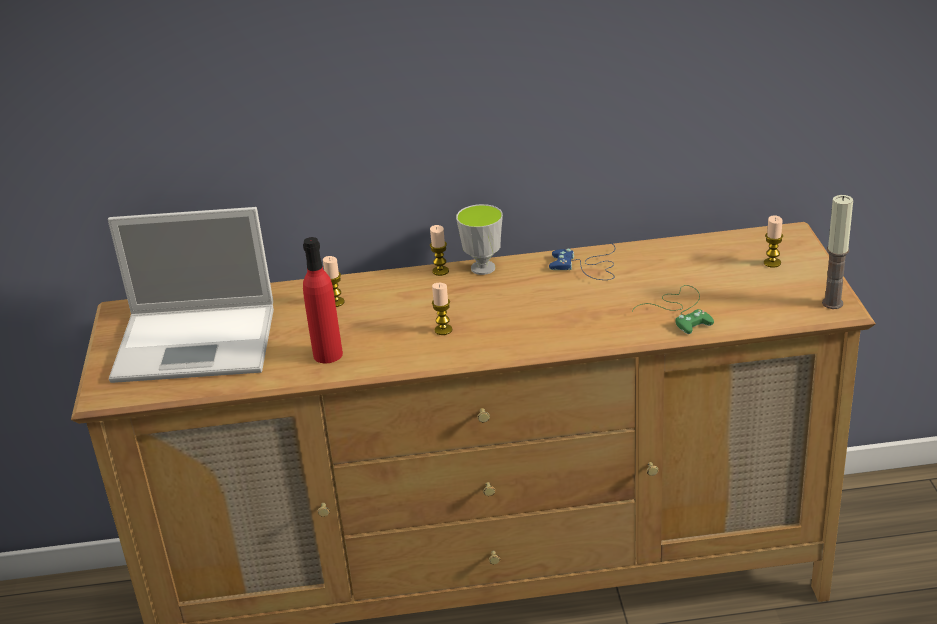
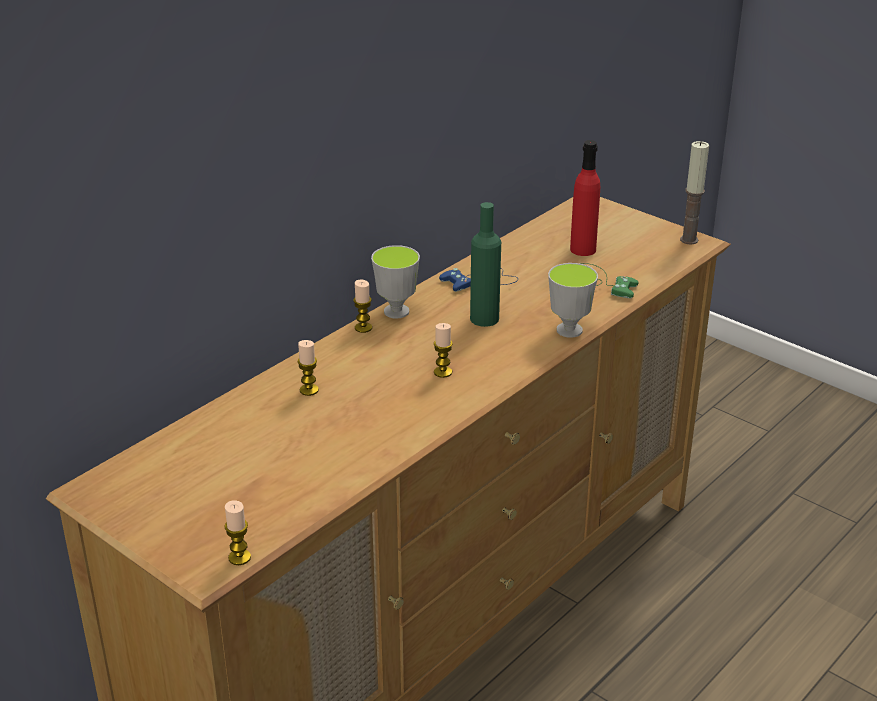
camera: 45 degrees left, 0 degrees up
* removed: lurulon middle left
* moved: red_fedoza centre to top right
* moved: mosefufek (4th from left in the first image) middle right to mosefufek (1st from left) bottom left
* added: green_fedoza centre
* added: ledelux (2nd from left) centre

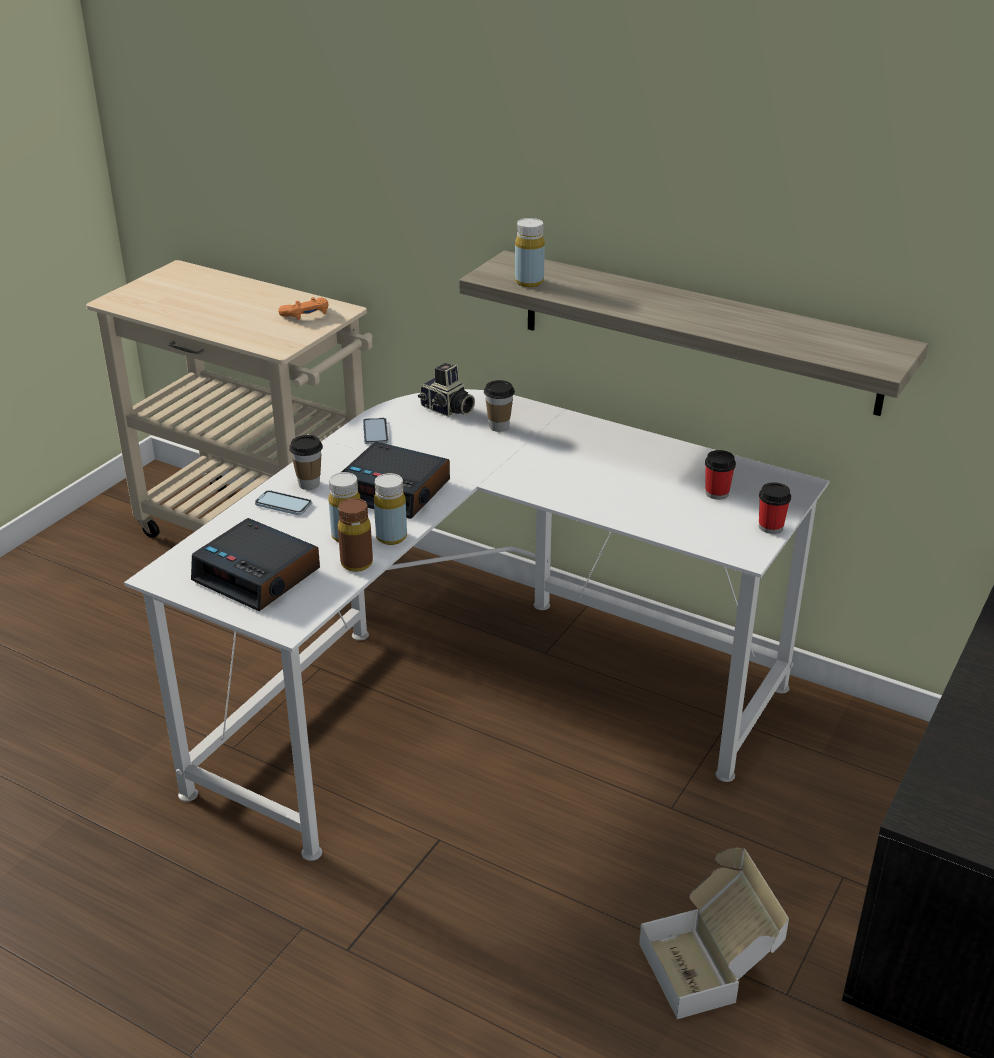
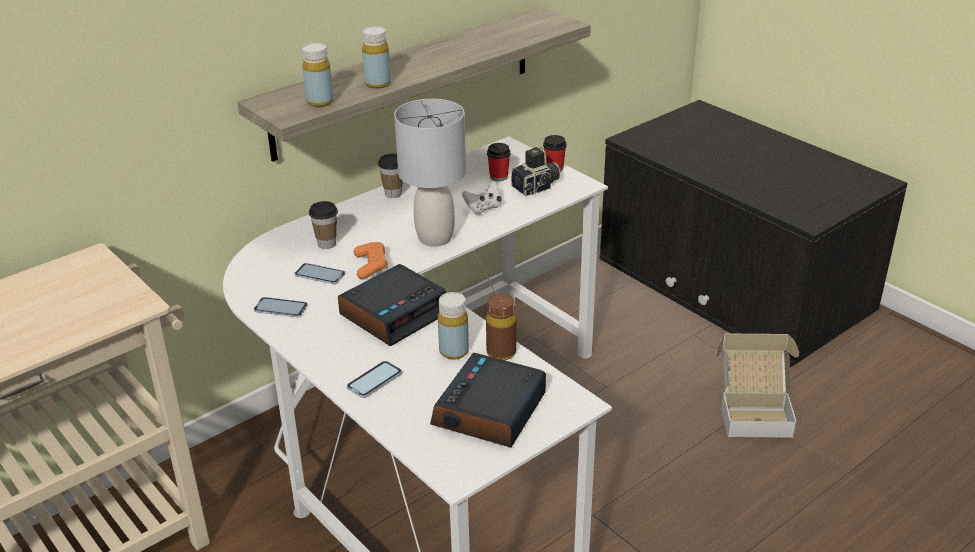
camera: 70 degrees left, 0 degrees up
* turned: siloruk (1st from left in the first image) middle left = bottom centre 150 degrees clockwise
* moved: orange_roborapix top left to centre
* moved: ledelux (1st from left in the first image) middle left to ledelux (2nd from left) top centre
* moved: yellow_fedoza (2nd from left) centre to top centre
* moved: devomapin centre to top centre
* added: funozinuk (2nd from left) middle left
* added: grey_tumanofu top centre
* added: white_roborapix centre

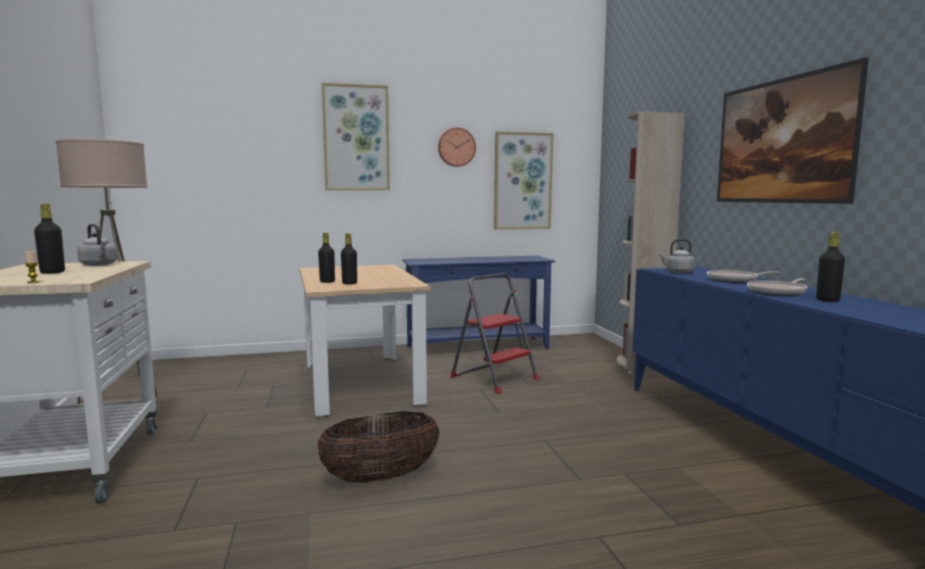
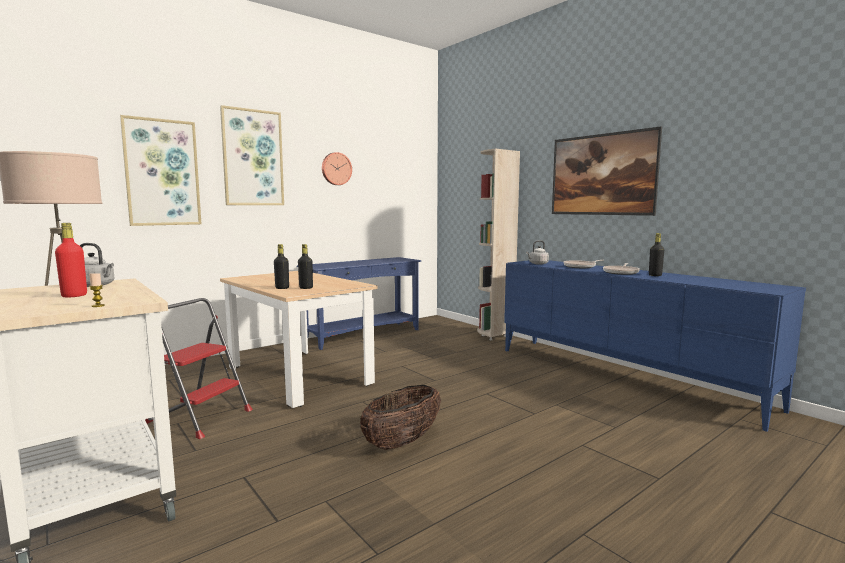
camera: 25 degrees left, 0 degrees up
* recoloured: black_fedoza (1st from left) middle left to red_fedoza middle left
* moved: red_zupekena centre to middle left
* moved: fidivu (2nd from left in the first image) top centre to fidivu (1st from left) top left

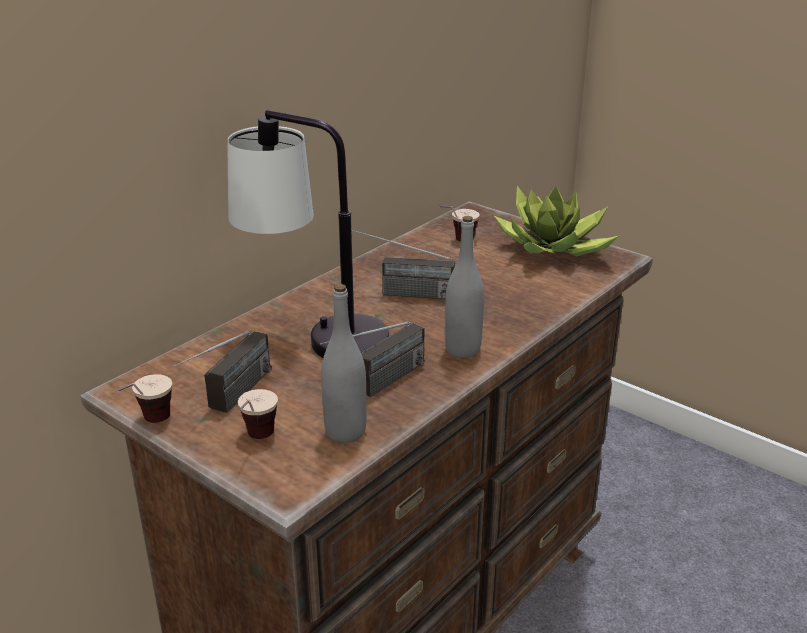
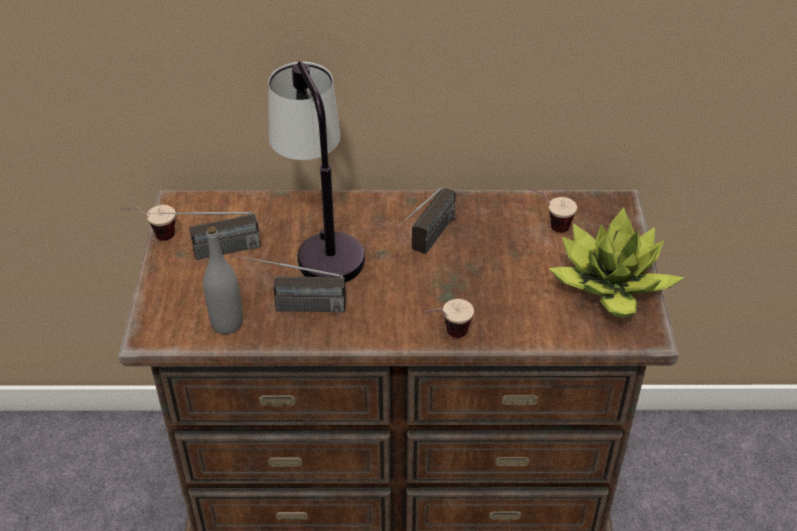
camera: 50 degrees right, 15 degrees up
* moved: ledelux (2nd from left) middle left to centre
* turned: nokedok (3rd from left) centre = centre 120 degrees counterclockwise
* removed: grey_fedoza (2nd from left) centre

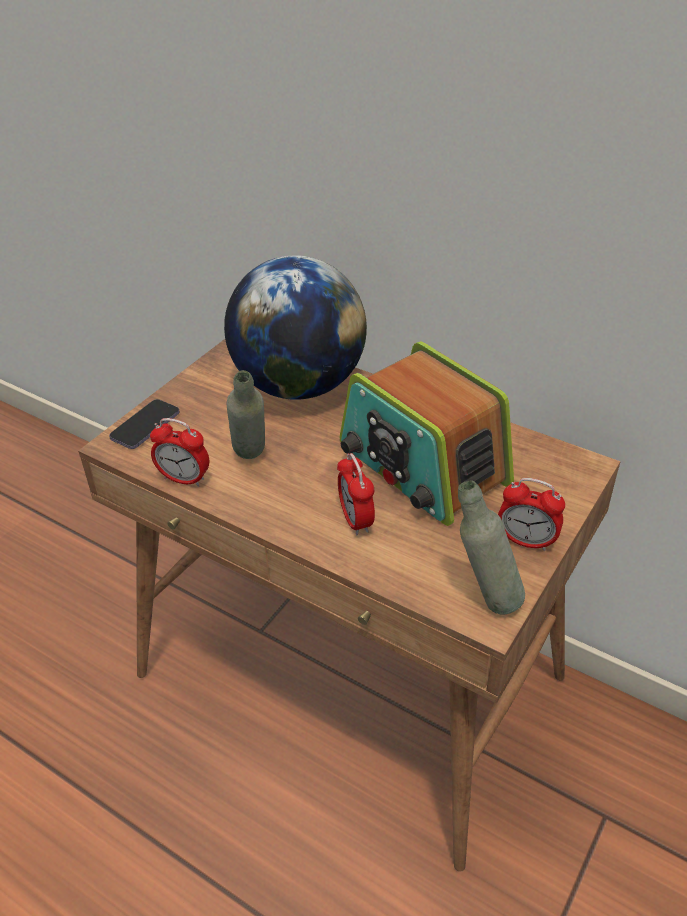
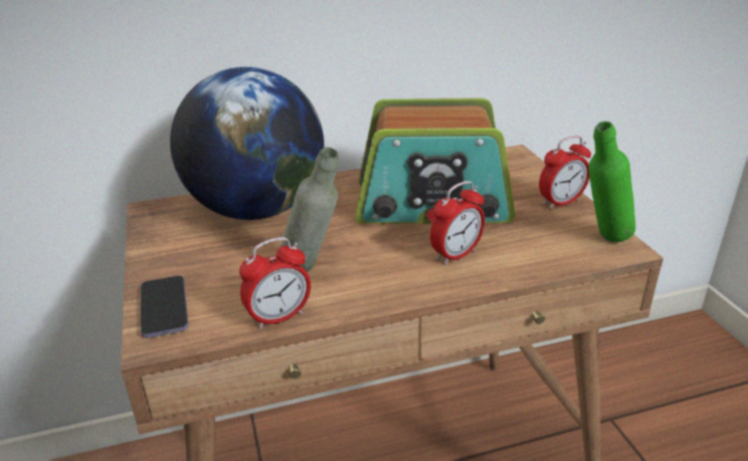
camera: 50 degrees left, 10 degrees down
* turned: siloruk (2nd from left) centre = centre 60 degrees counterclockwise
* recoloured: grey_fedoza (2nd from left) middle right to green_fedoza middle right

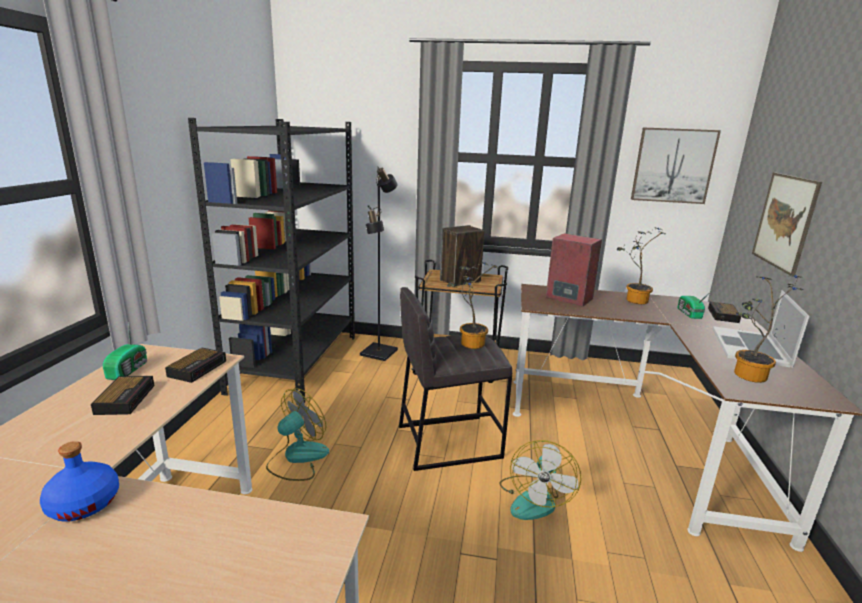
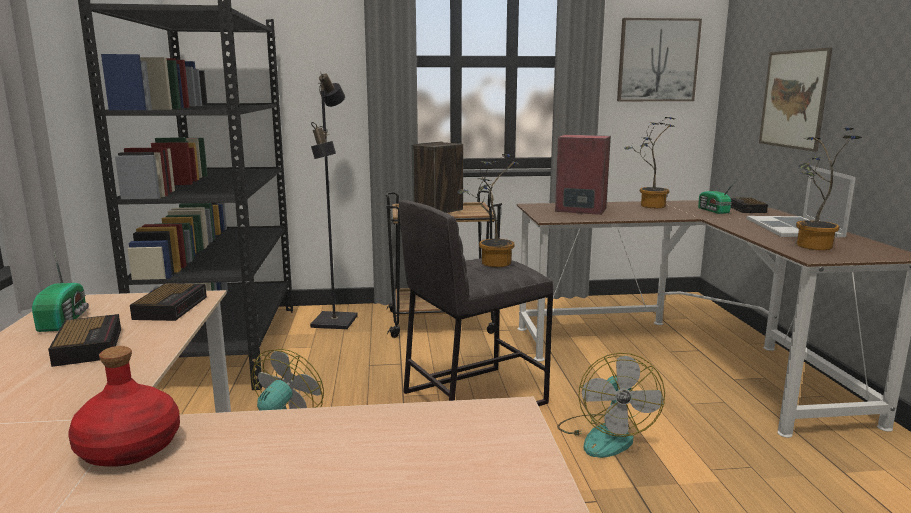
camera: 15 degrees left, 5 degrees down
* recoloured: blue_fedoza bottom left to red_fedoza bottom left

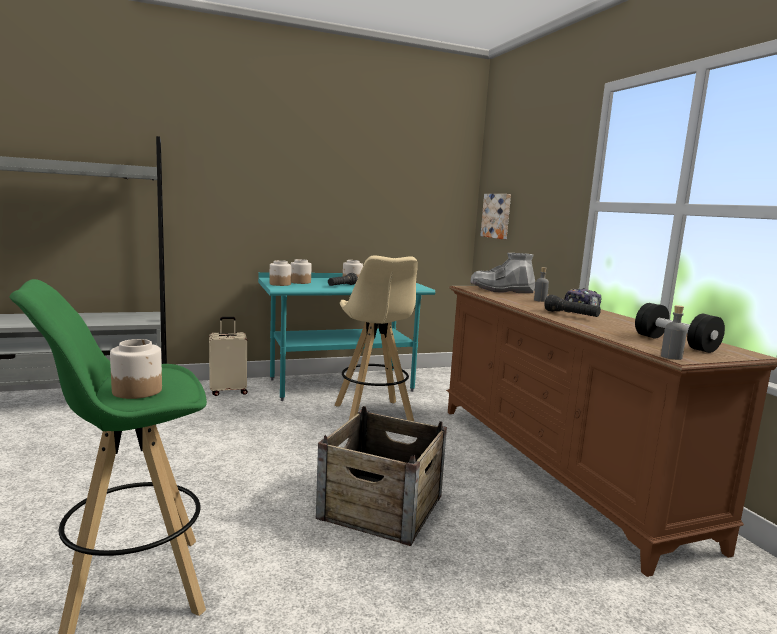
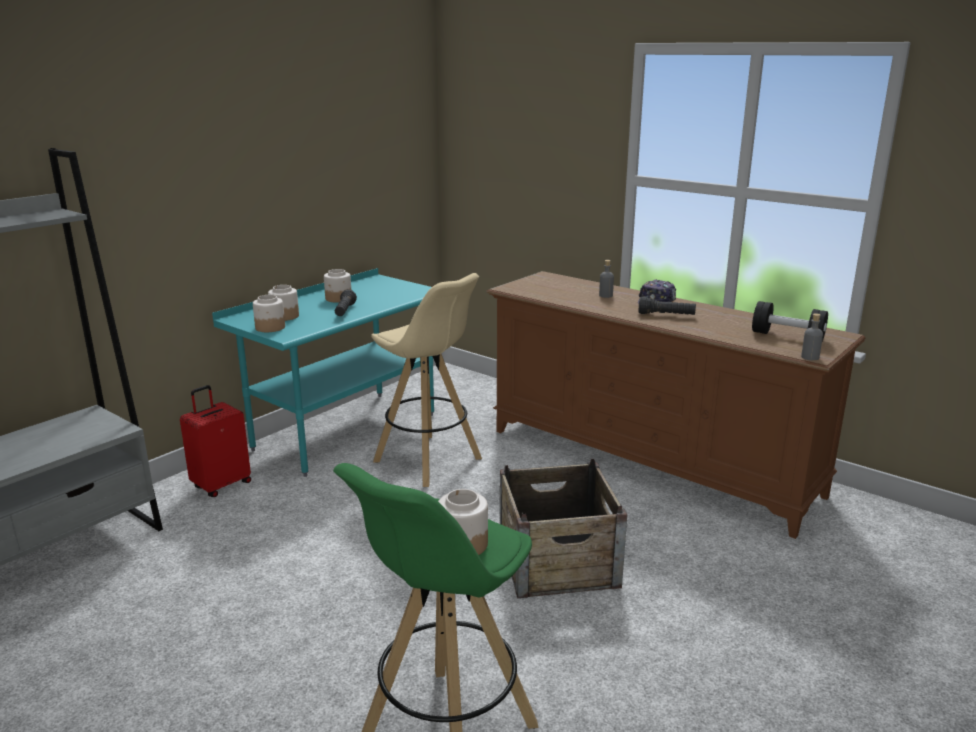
camera: 30 degrees left, 10 degrees up
* recoloured: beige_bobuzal middle left to red_bobuzal middle left
* removed: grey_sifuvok centre
* removed: fidivu centre

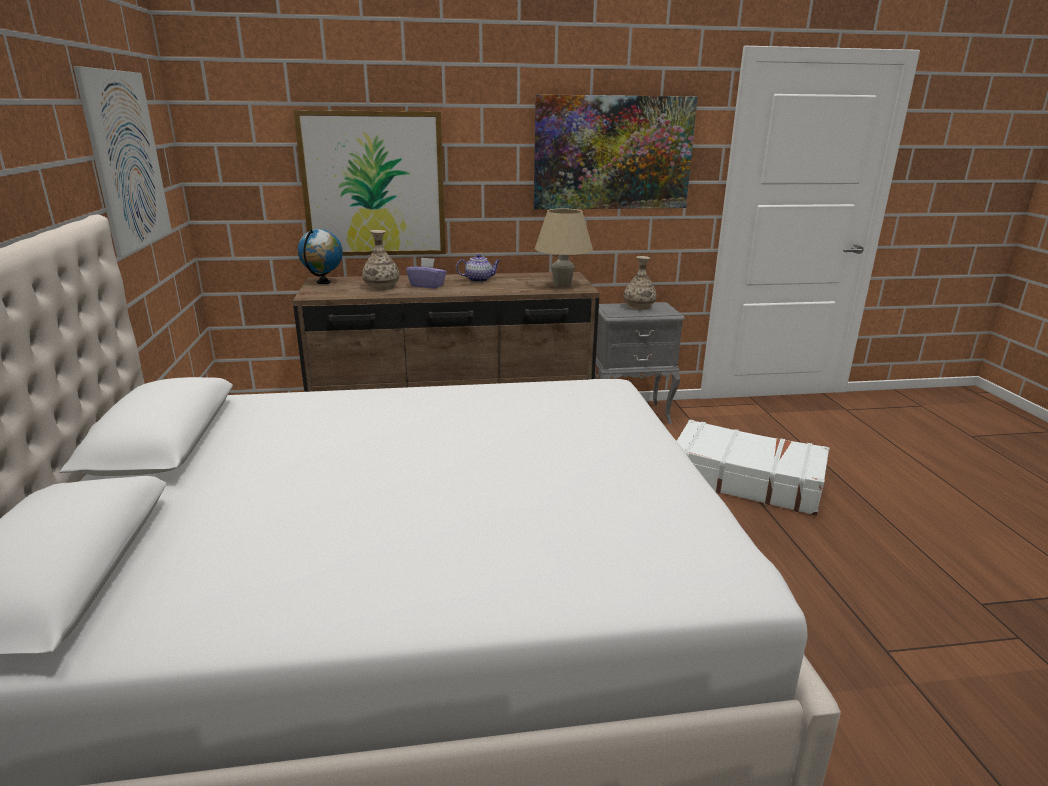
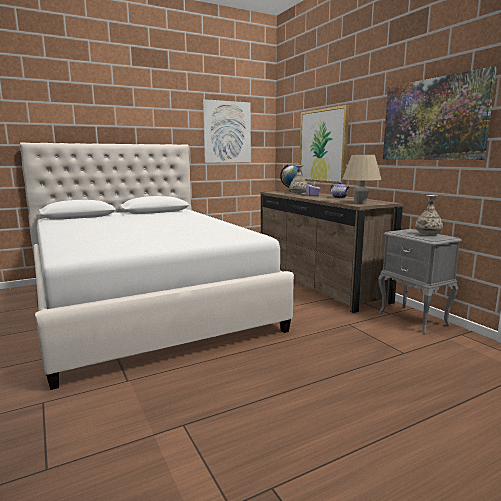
camera: 70 degrees right, 10 degrees down
* removed: white_bobuzal middle right

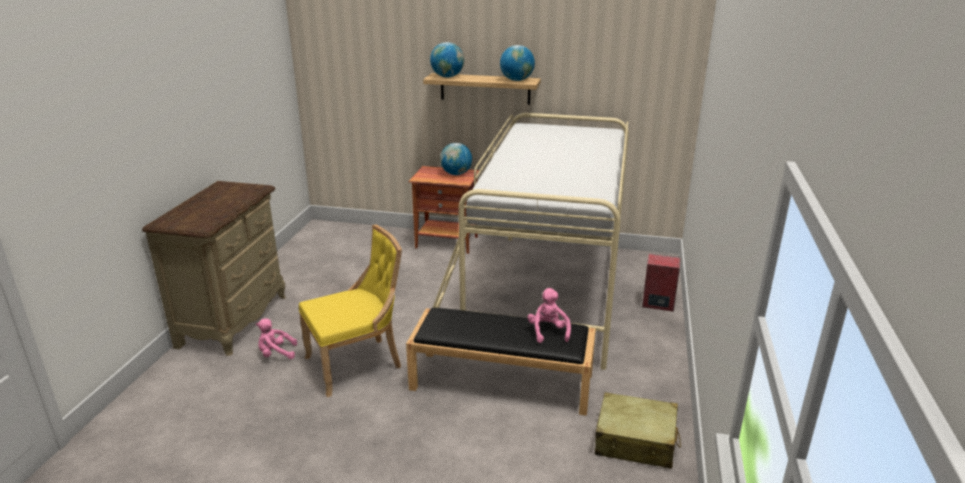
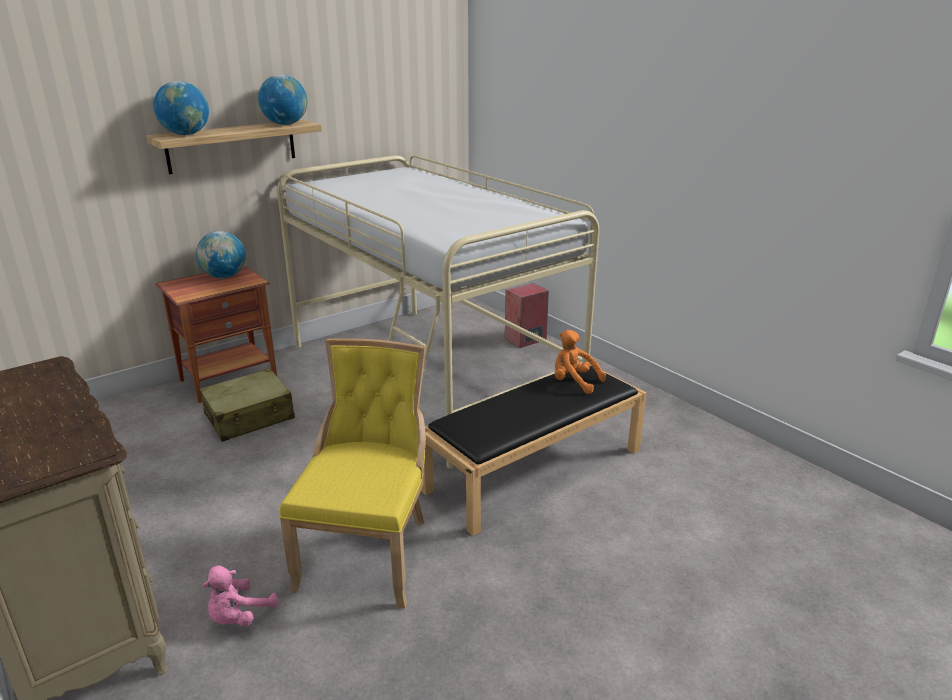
camera: 50 degrees left, 0 degrees up
* recoloured: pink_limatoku (2nd from left) centre to orange_limatoku centre
* moved: beige_bobuzal bottom centre to middle left

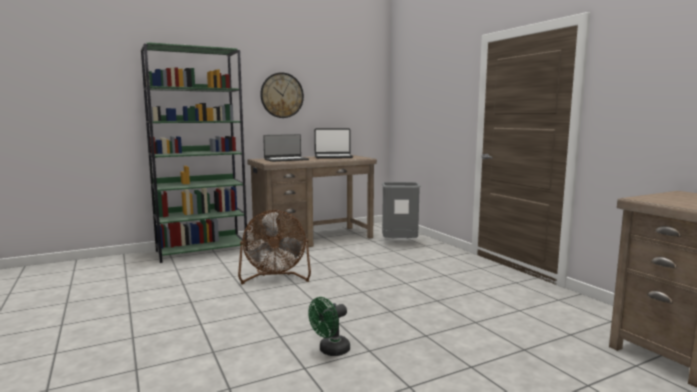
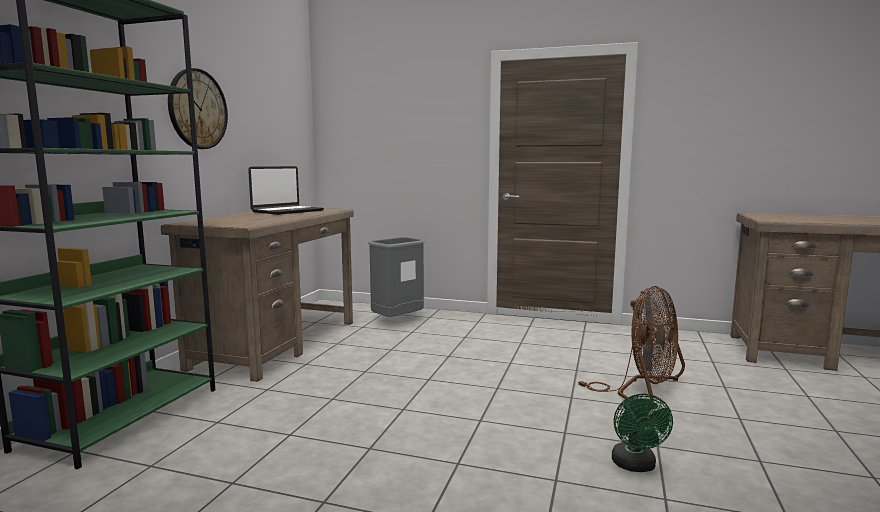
camera: 45 degrees left, 0 degrees up
* moved: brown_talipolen centre to bottom right
* removed: lurulon (1st from left) centre

